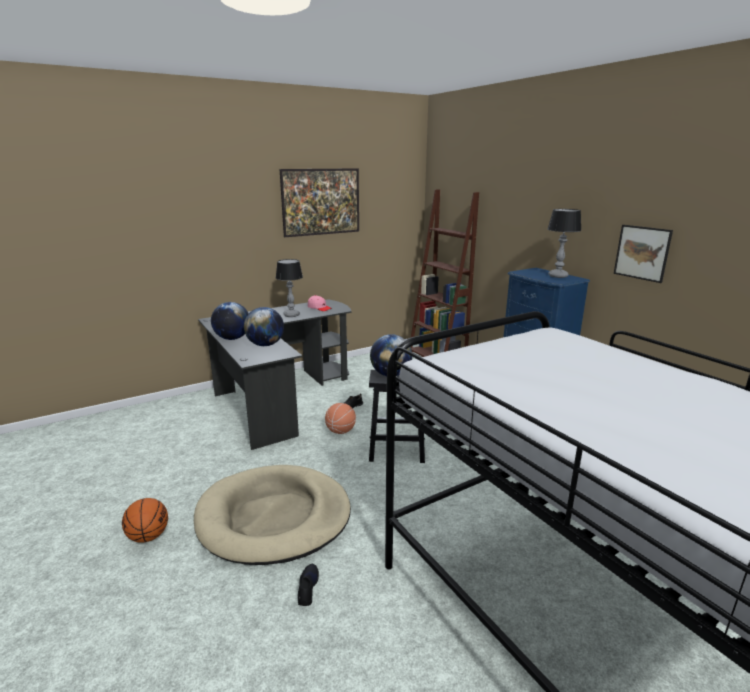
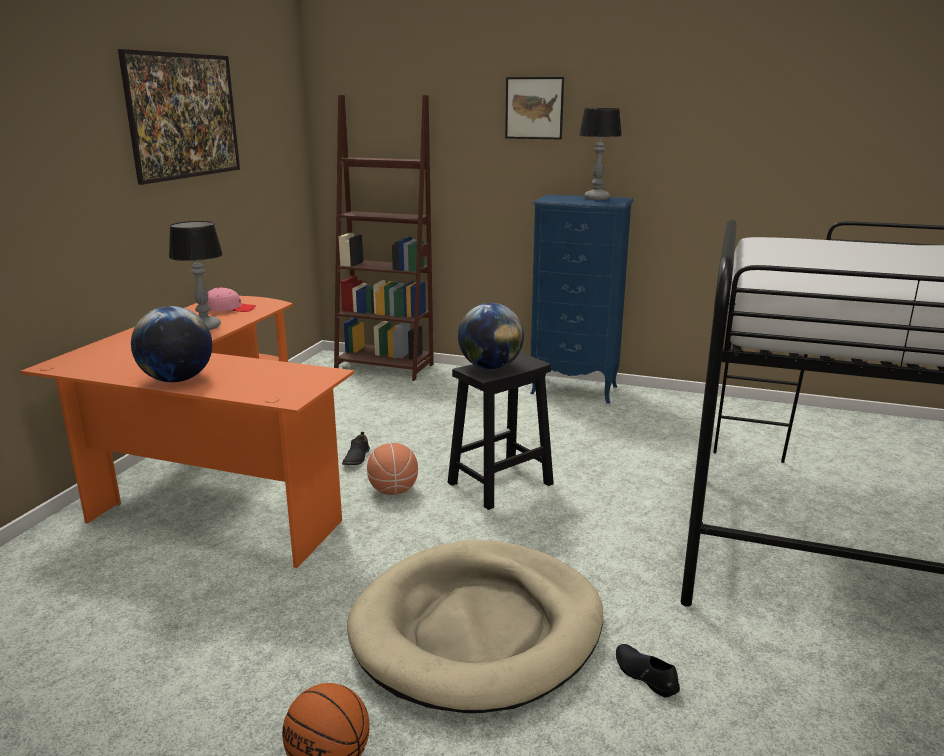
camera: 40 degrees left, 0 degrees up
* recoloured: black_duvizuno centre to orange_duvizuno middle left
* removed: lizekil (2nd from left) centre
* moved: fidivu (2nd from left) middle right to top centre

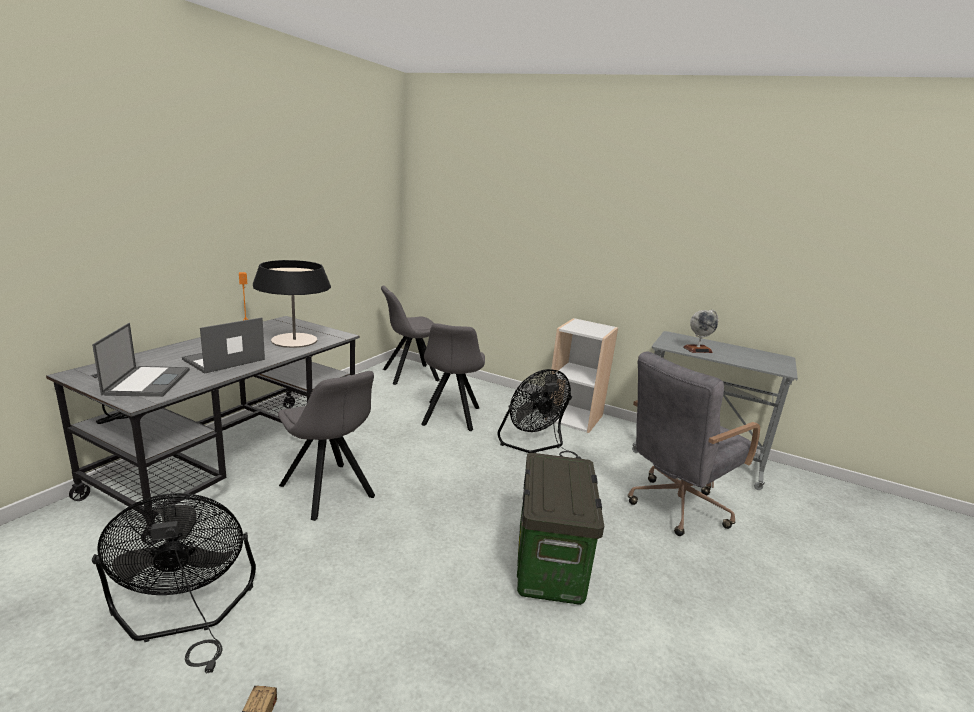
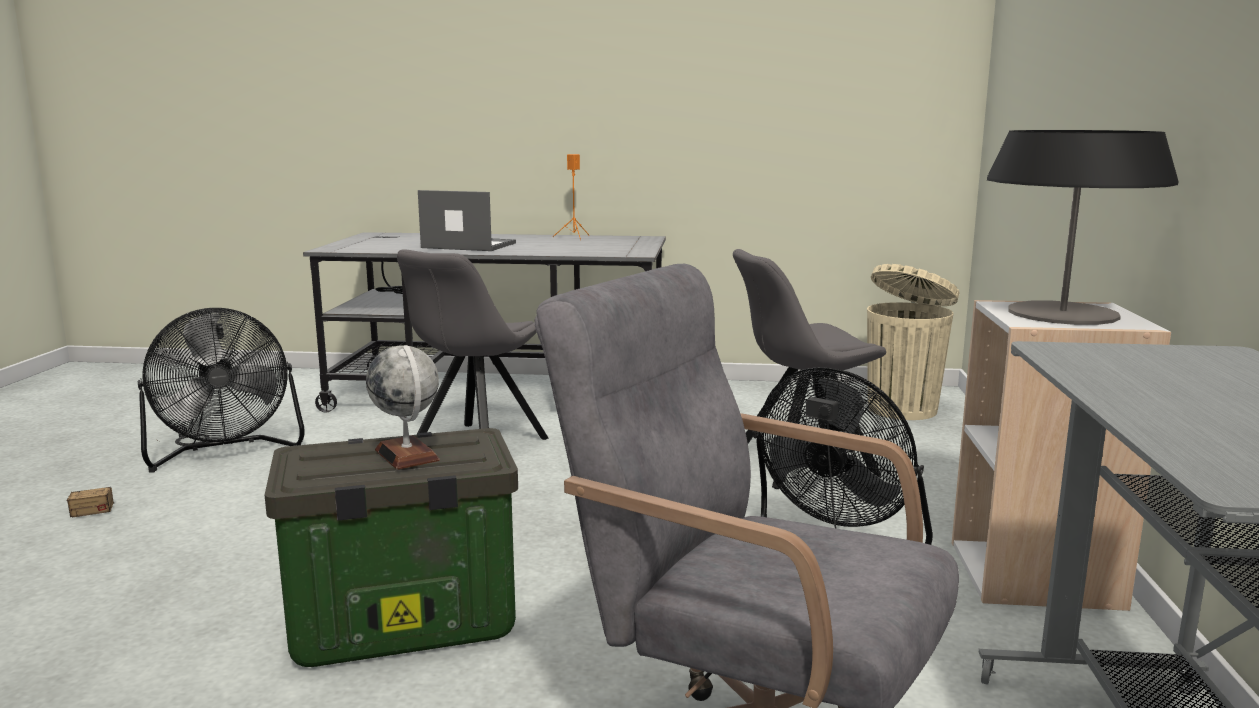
camera: 70 degrees right, 5 degrees down
* removed: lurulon (1st from left) middle left
* turned: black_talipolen (1st from left) bottom left = middle left 105 degrees clockwise
* moved: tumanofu middle left to top right
* replaced: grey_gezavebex (2nd from left) centre to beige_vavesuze middle right
* moved: lizekil middle right to middle left

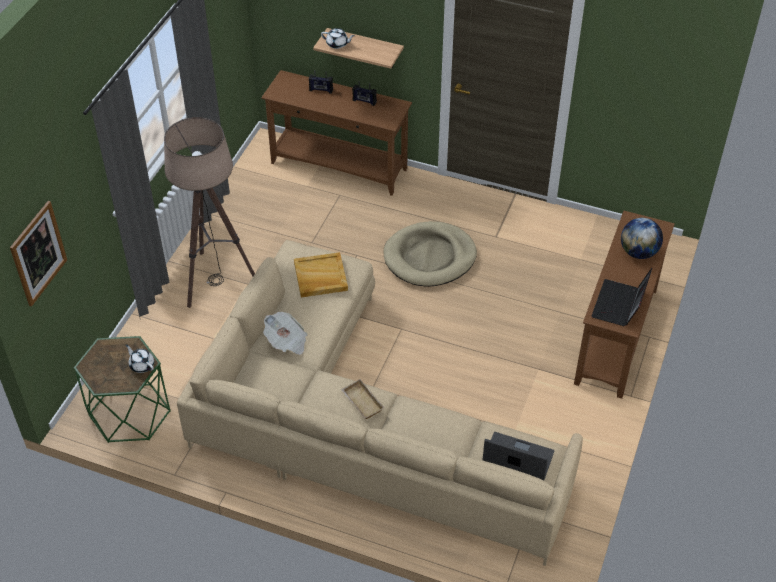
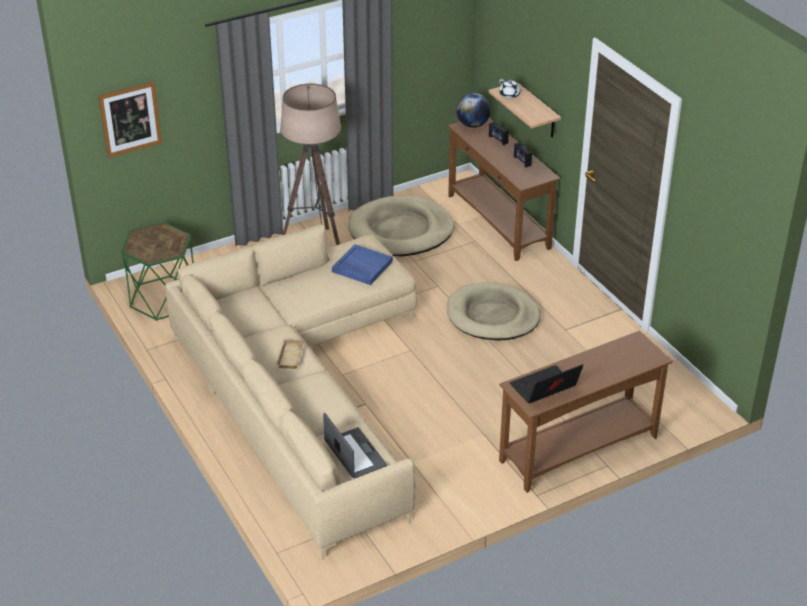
camera: 40 degrees right, 10 degrees down
* removed: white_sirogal (1st from left) middle left
* removed: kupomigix centre
* recoloured: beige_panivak (1st from left) centre to blue_panivak centre
* moved: lizekil middle right to top centre
* added: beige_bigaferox (1st from left) centre

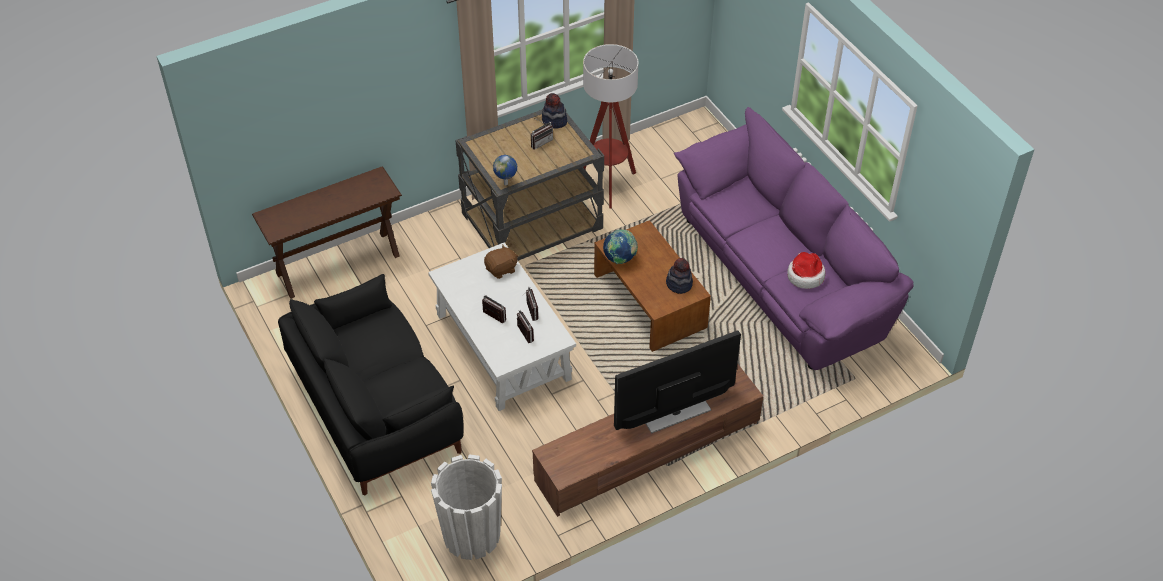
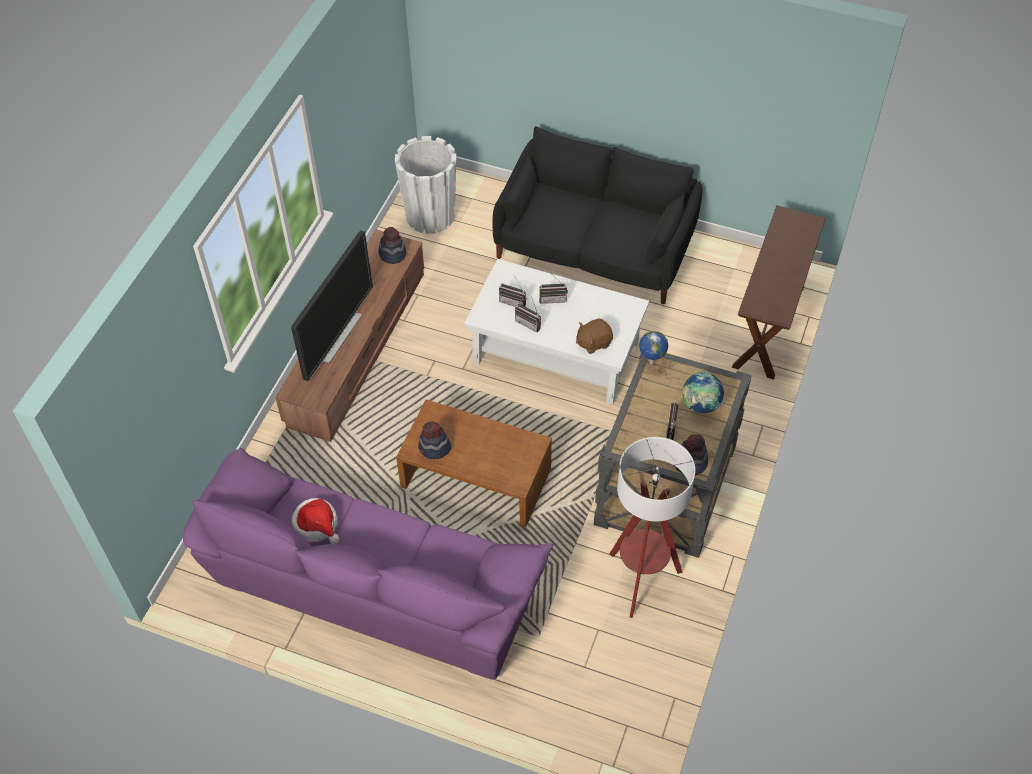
camera: 140 degrees right, 5 degrees up
* turned: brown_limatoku centre = centre 45 degrees clockwise
* moved: lizekil (2nd from left) centre to middle right
* added: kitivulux (2nd from left) top centre

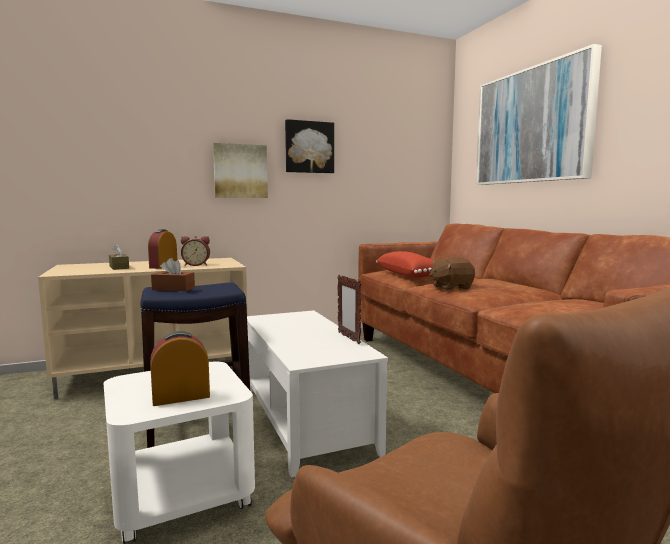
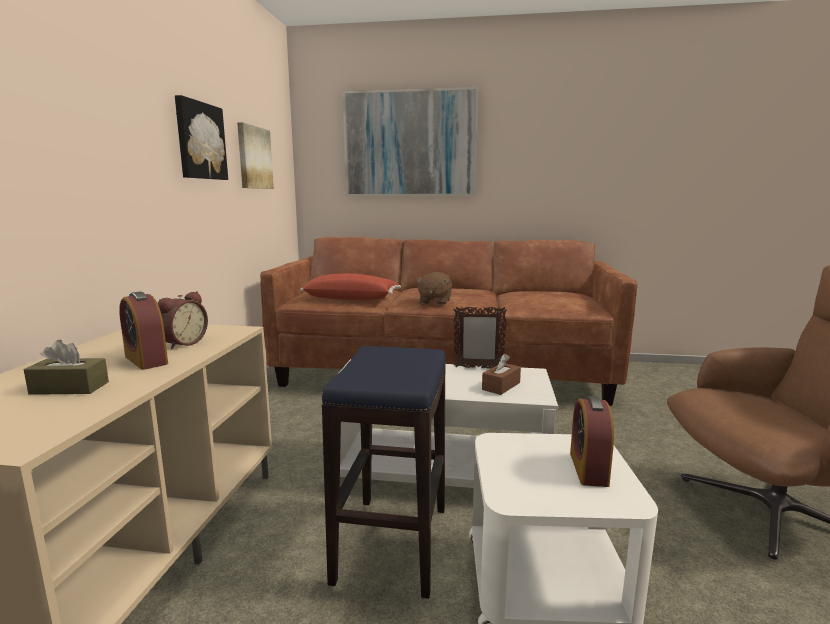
camera: 60 degrees left, 5 degrees up
* moved: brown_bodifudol (2nd from left) middle left to centre
* moved: fidivu (1st from left in the first image) top centre to fidivu (2nd from left) top left

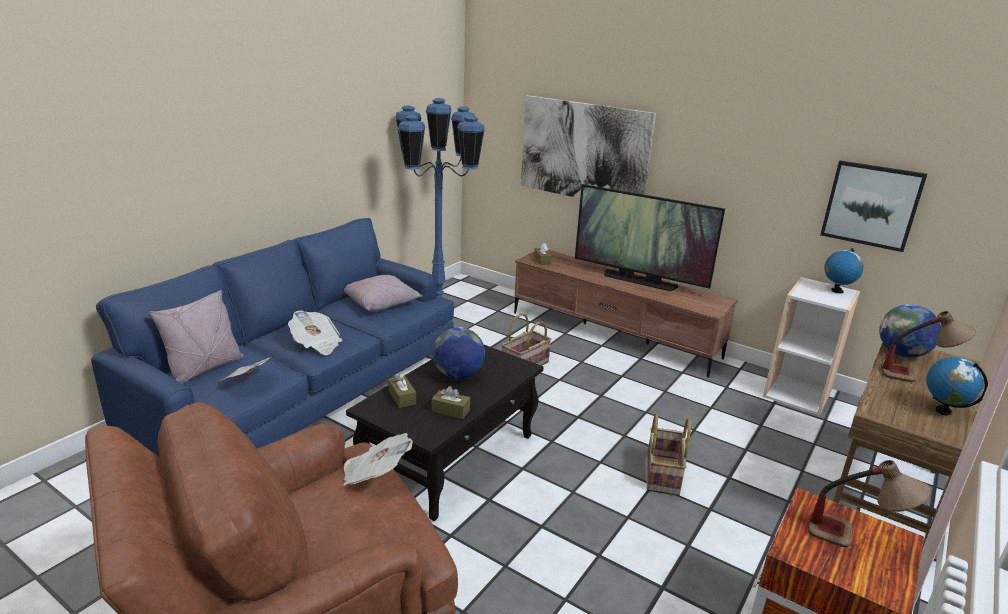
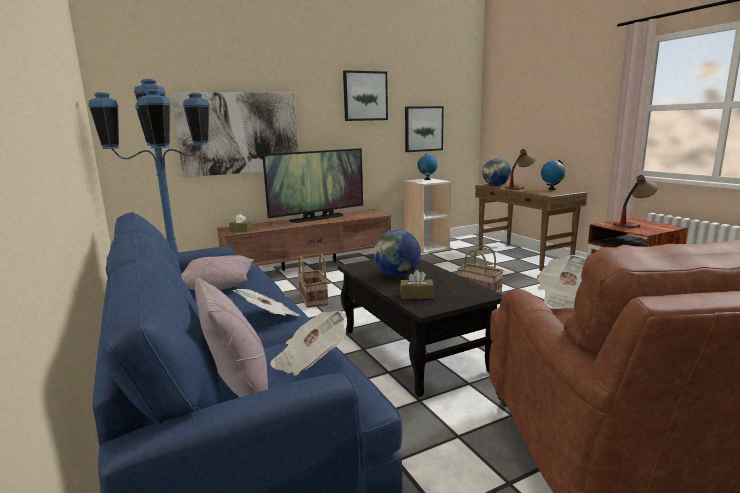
camera: 60 degrees left, 10 degrees down
* removed: brown_bodifudol (2nd from left) centre
* added: fidivu (2nd from left) top centre

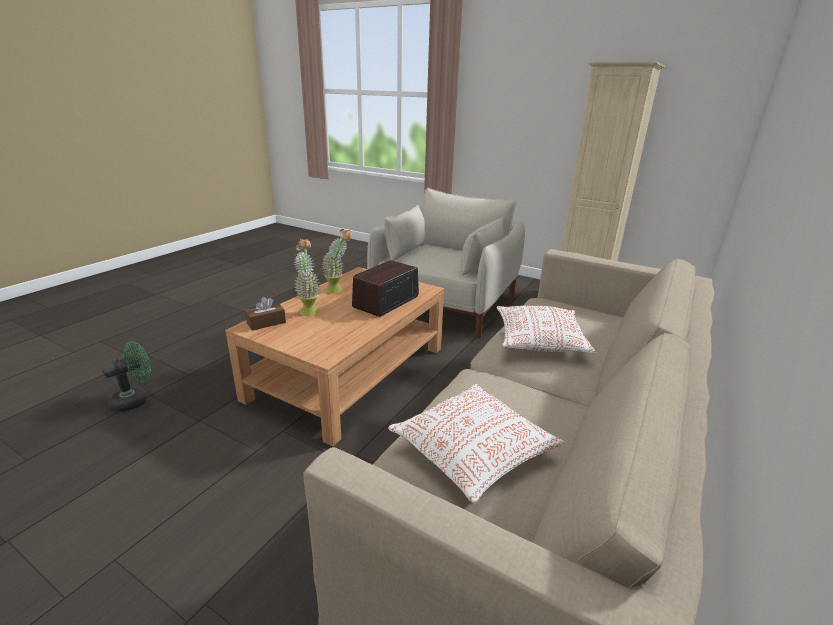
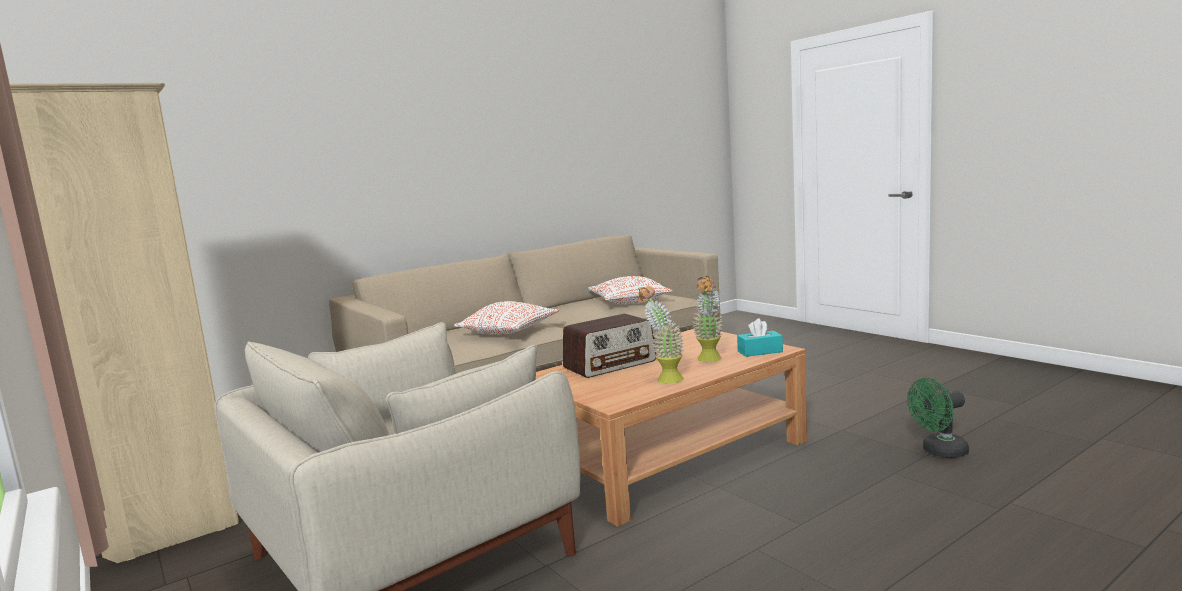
camera: 155 degrees left, 15 degrees down
* recoloured: brown_bodifudol middle left to turquoise_bodifudol centre

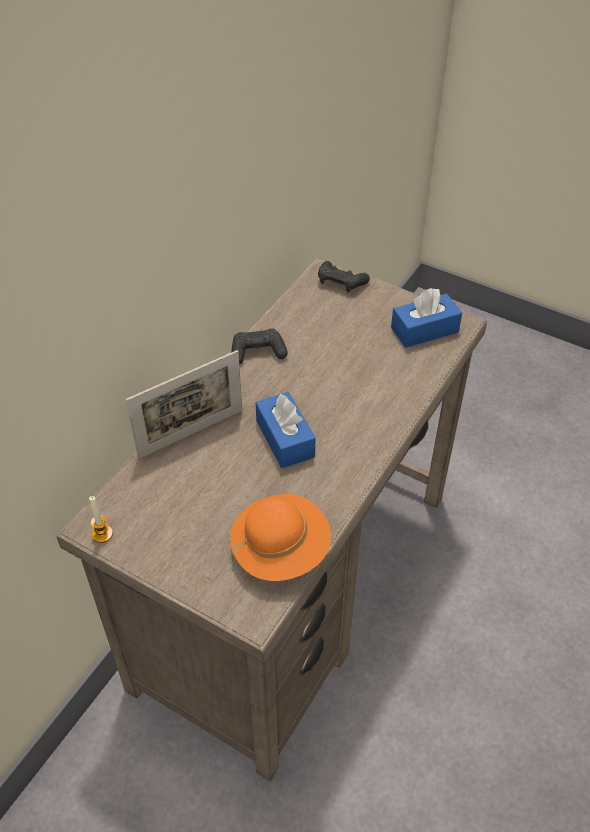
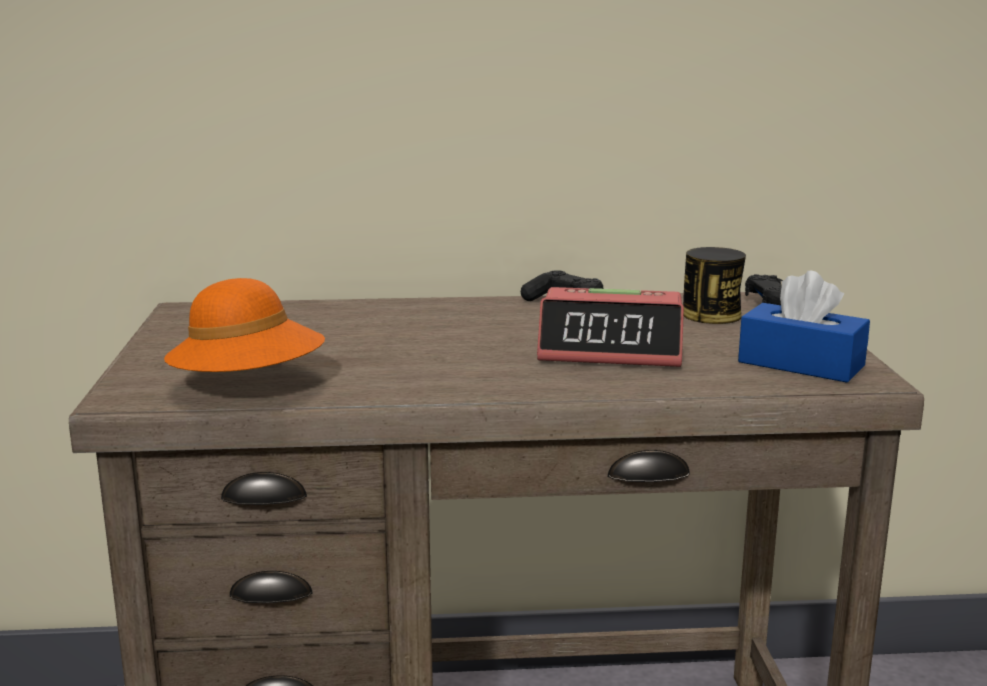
camera: 55 degrees right, 30 degrees down
* removed: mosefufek middle left
* removed: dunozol middle left
* removed: blue_bodifudol (1st from left) centre
* added: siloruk centre
* added: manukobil middle right

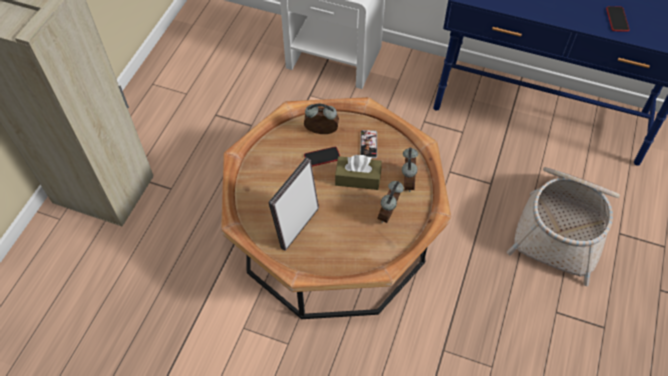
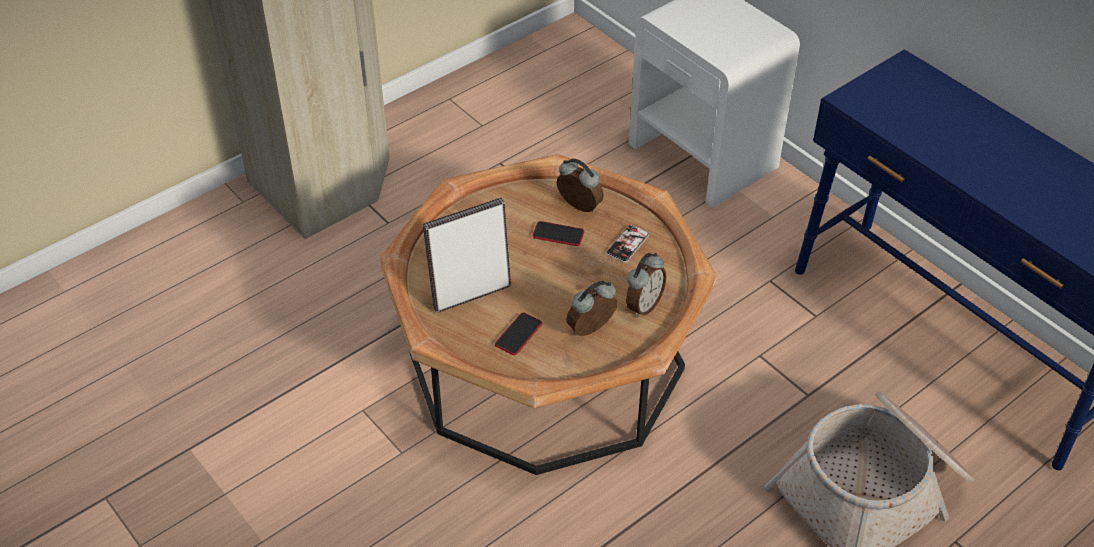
camera: 30 degrees right, 10 degrees down
* removed: brown_bodifudol centre
* moved: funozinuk (3rd from left in the first image) top right to funozinuk (1st from left) centre

